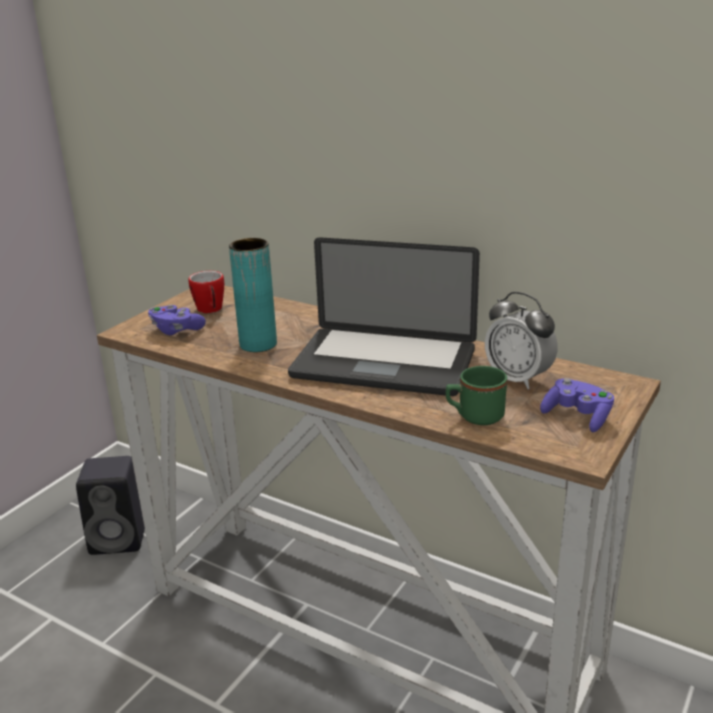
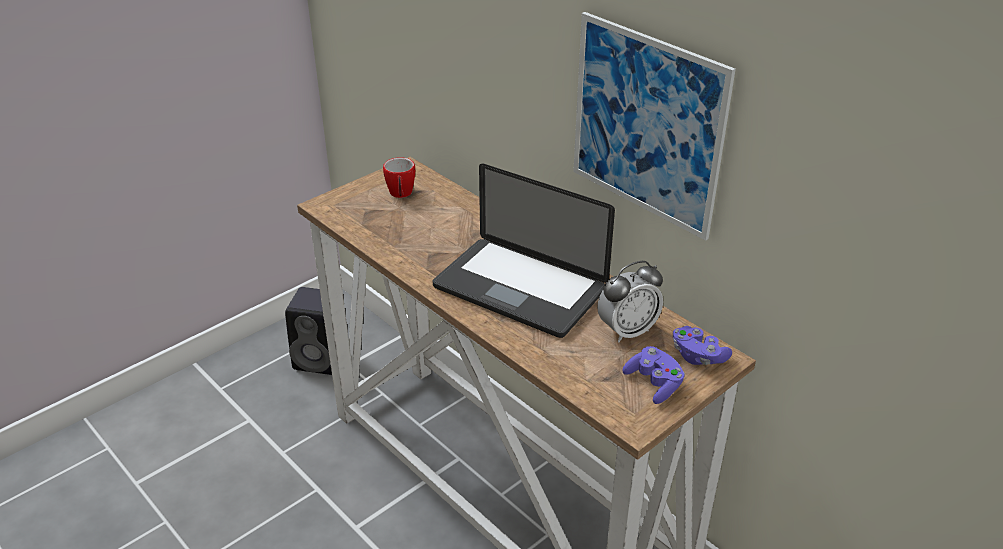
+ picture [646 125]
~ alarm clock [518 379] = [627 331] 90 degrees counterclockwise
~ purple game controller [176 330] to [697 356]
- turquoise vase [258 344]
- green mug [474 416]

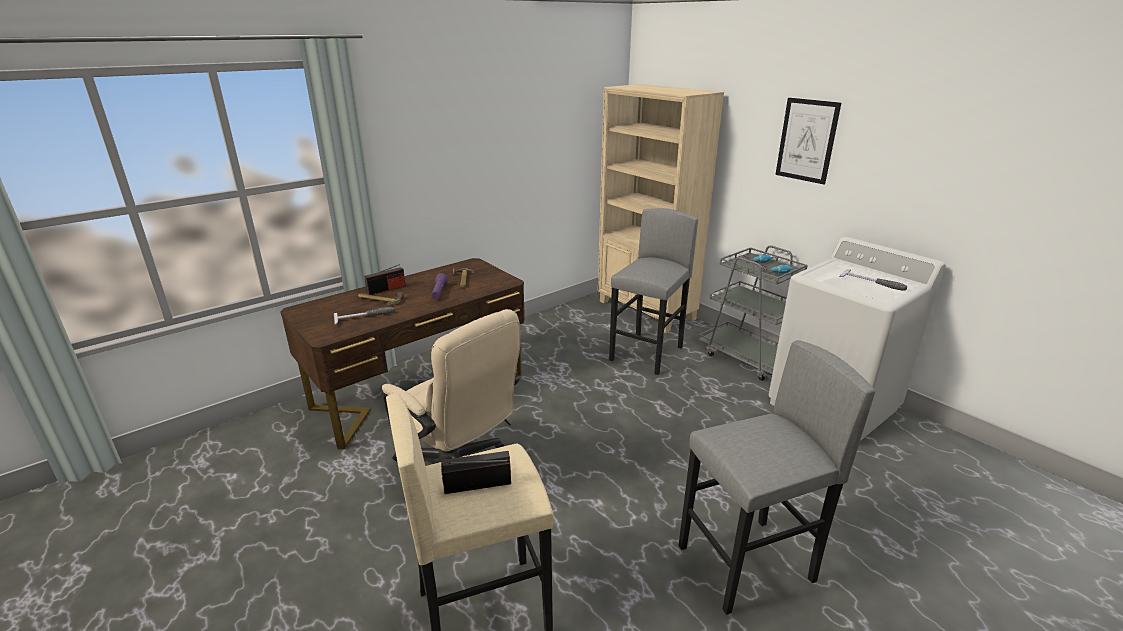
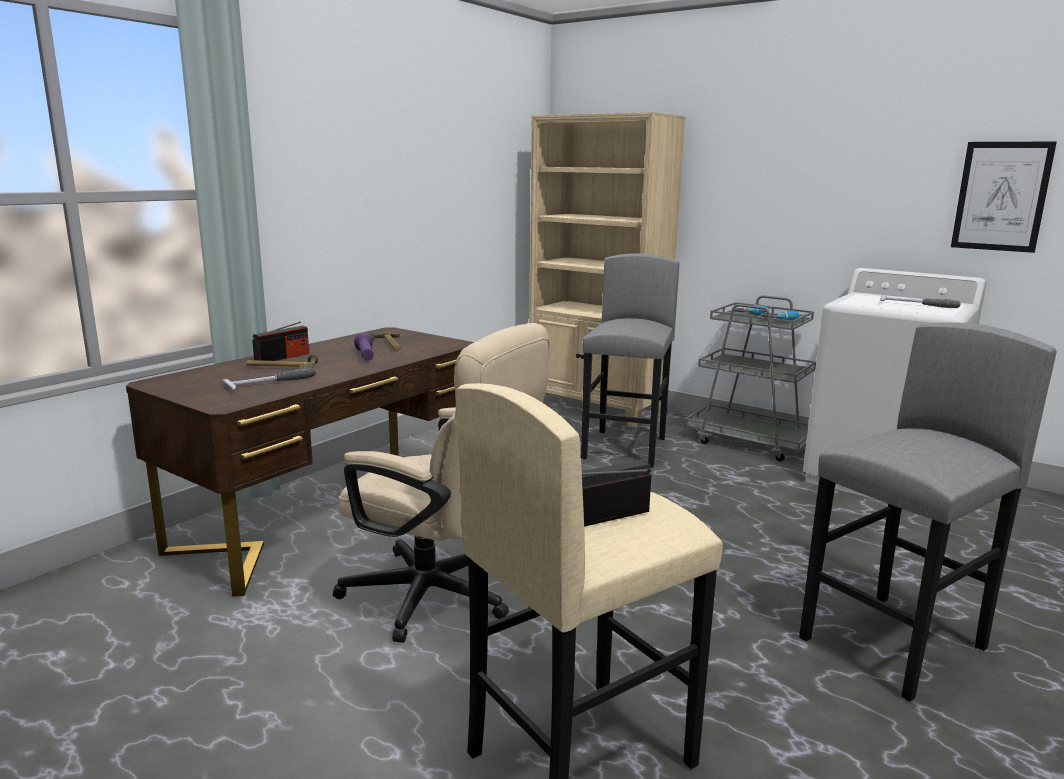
~ picture [806 140] to [1001 196]

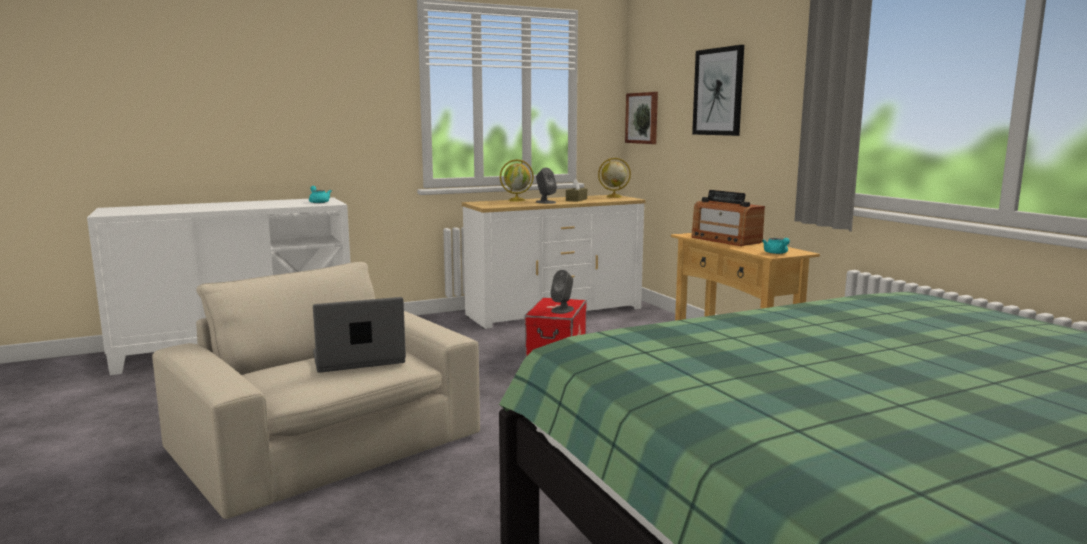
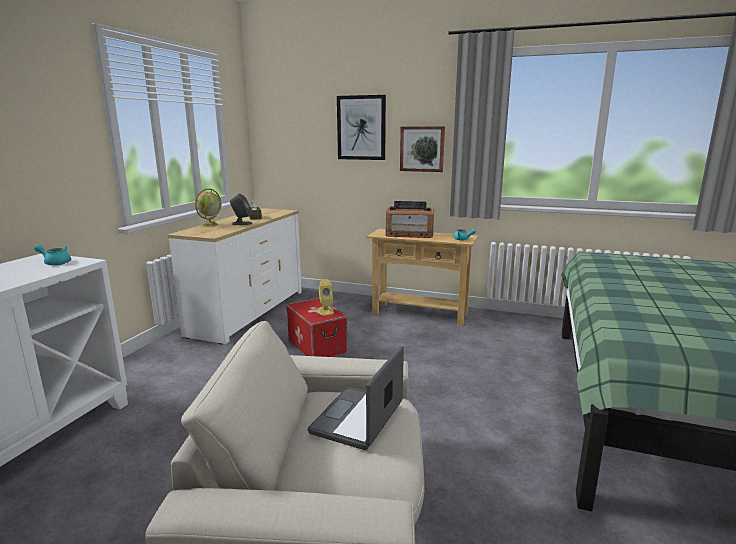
~ grey speaker [562 310] to yellow speaker [325 311]
~ picture [642 118] to [422 149]
- globe [613 197]

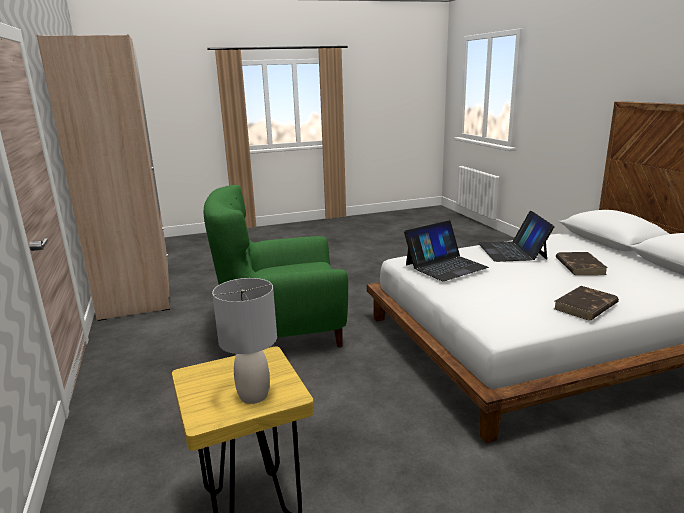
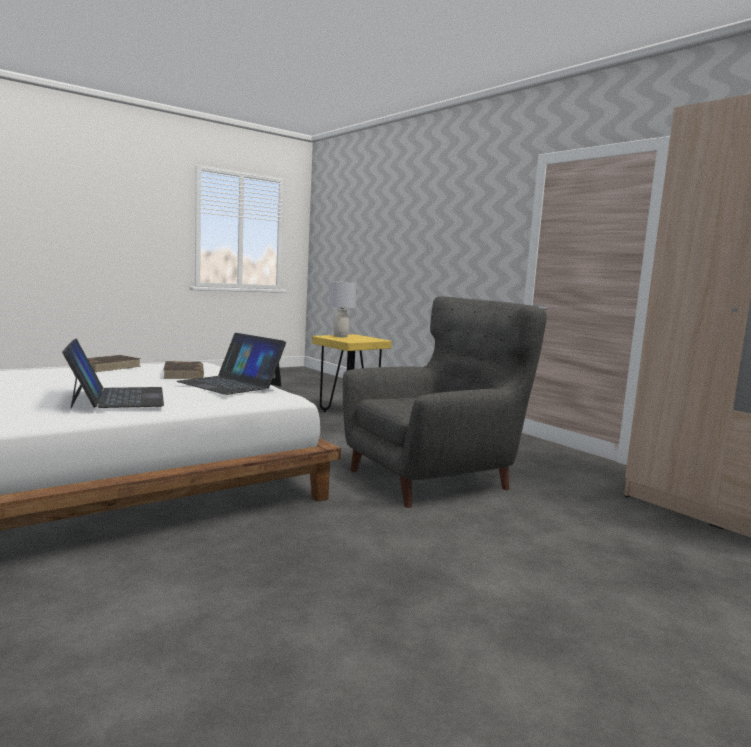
~ brown book [579 266] to [184 373]
~ laptop [445 266] = [230 384] 90 degrees counterclockwise
~ green armchair [282 333] to grey armchair [433 478]

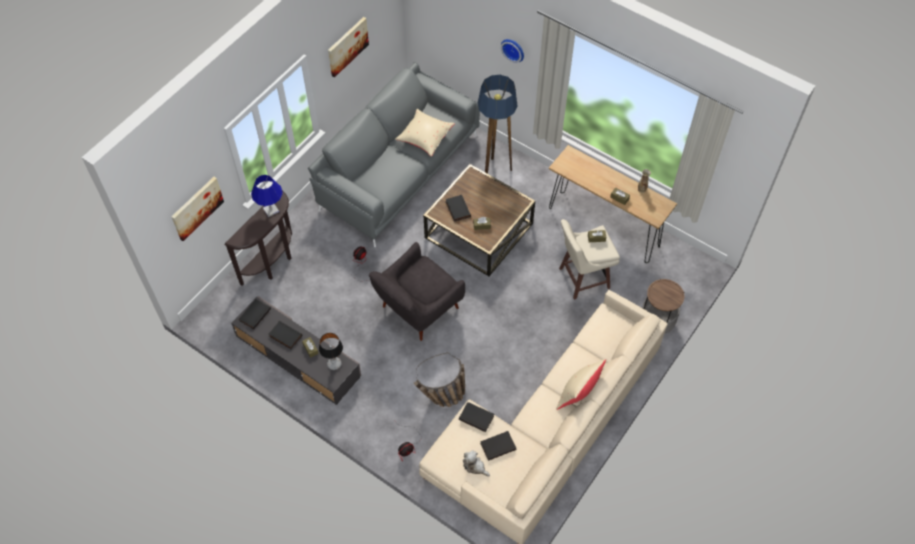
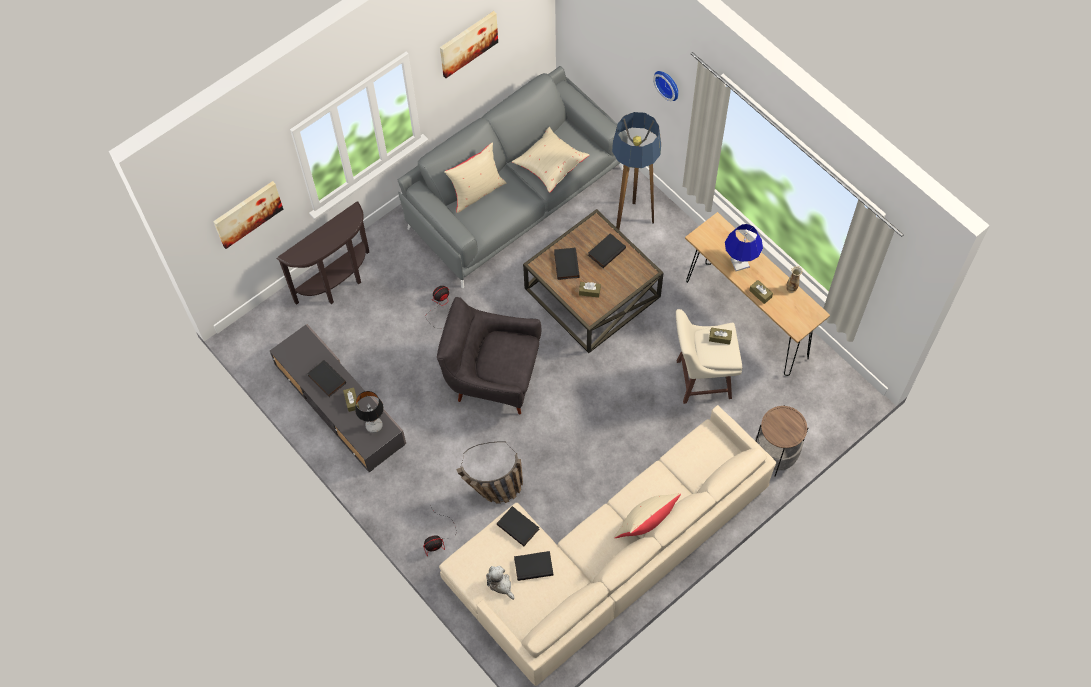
~ grey armchair [417 310] = [492 377] 45 degrees clockwise
+ beige pillow [476 192]
~ black book [254 314] to [606 251]
~ blue table lamp [271 210] to [740 263]

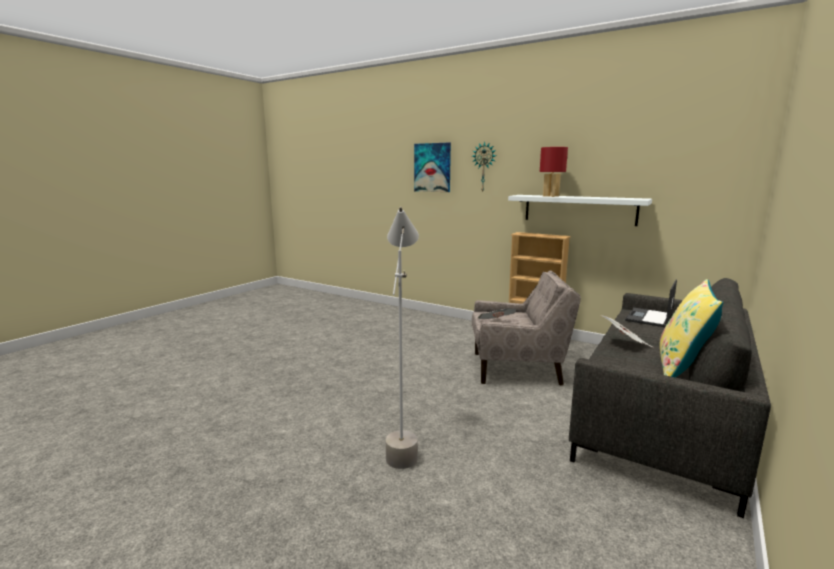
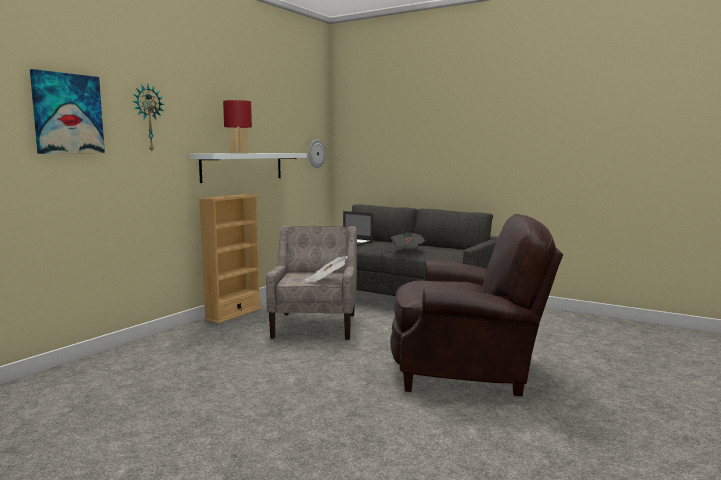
+ wall clock [316 153]
~ grey floor lamp [402 442] to brown armchair [468 370]
- yellow pillow [681 369]

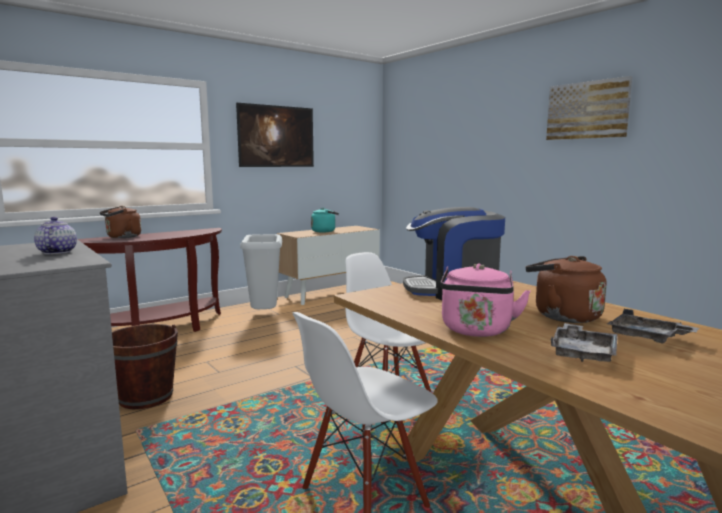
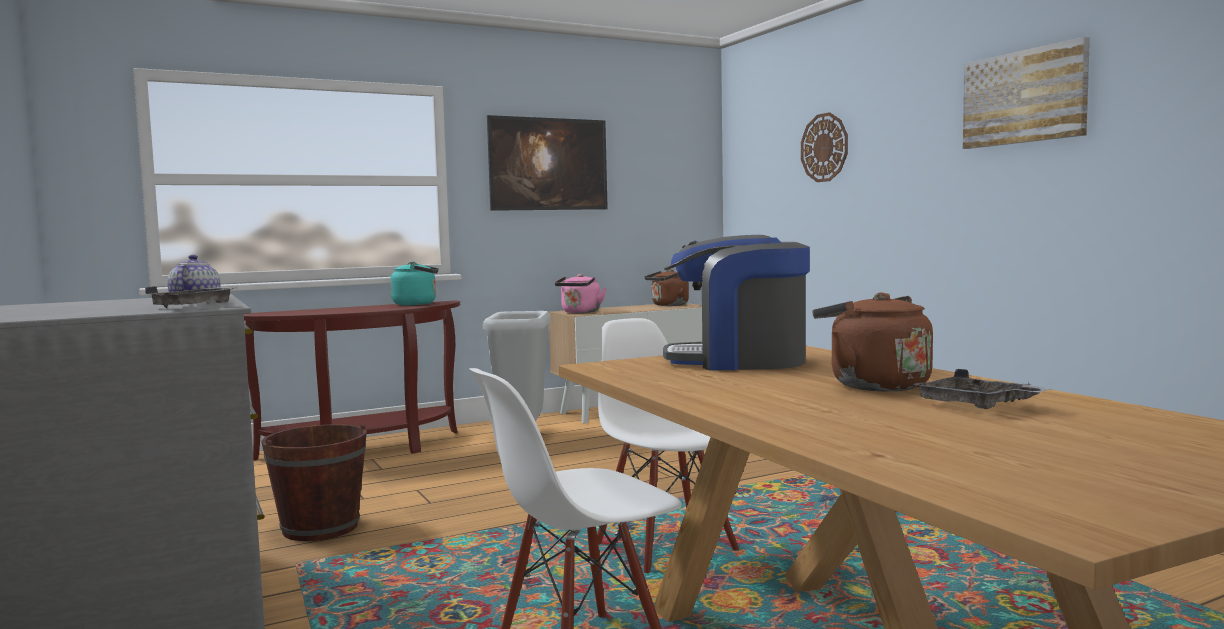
~ grey tray [582 353] to [197 306]
~ turquoise kettle [325 231] to [417 304]
~ pink kettle [476 331] to [580 312]
~ brown kettle [122 237] to [668 305]
+ wall clock [824 147]

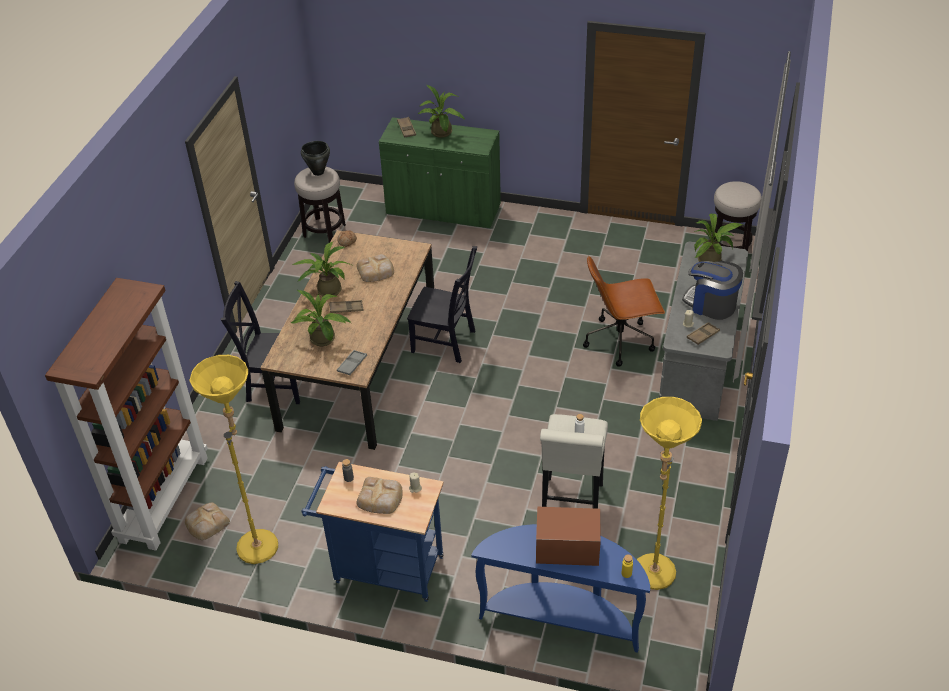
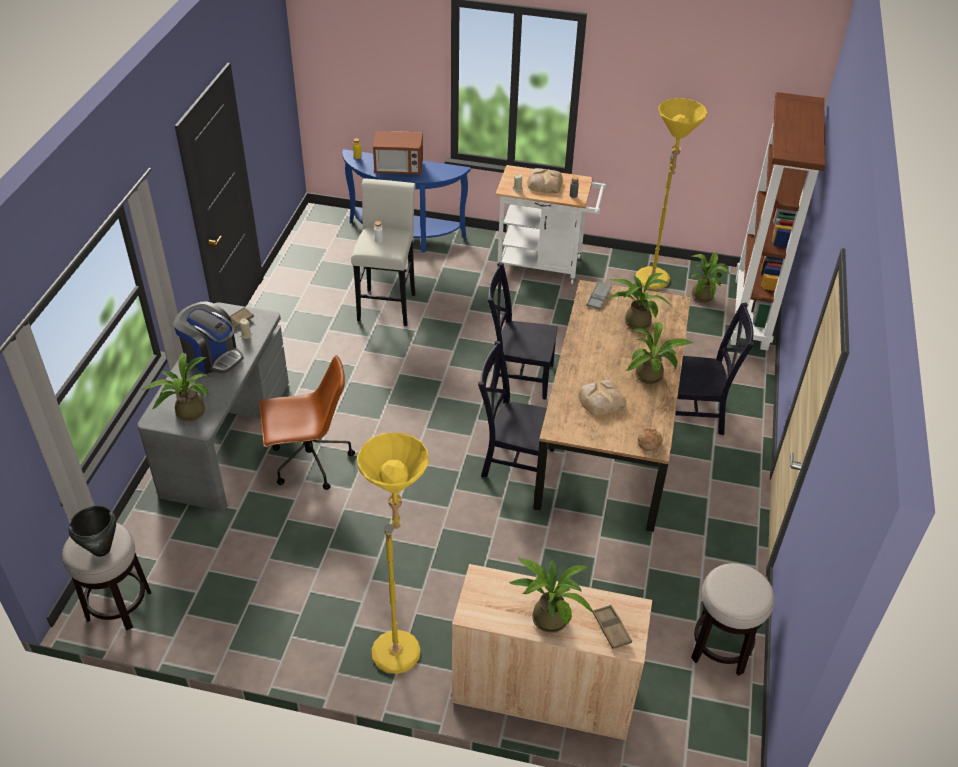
~ black cooking pot [318 172] to [102 549]
~ yellow floor lamp [651 579] to [400 644]
~ green cabinet [443 210] to beige cabinet [543 692]
+ black chair [518 377]
~ blue cart [382 568] to white cart [545 265]
~ bread [206 523] to potted plant [704 295]
- brown tray [346 308]

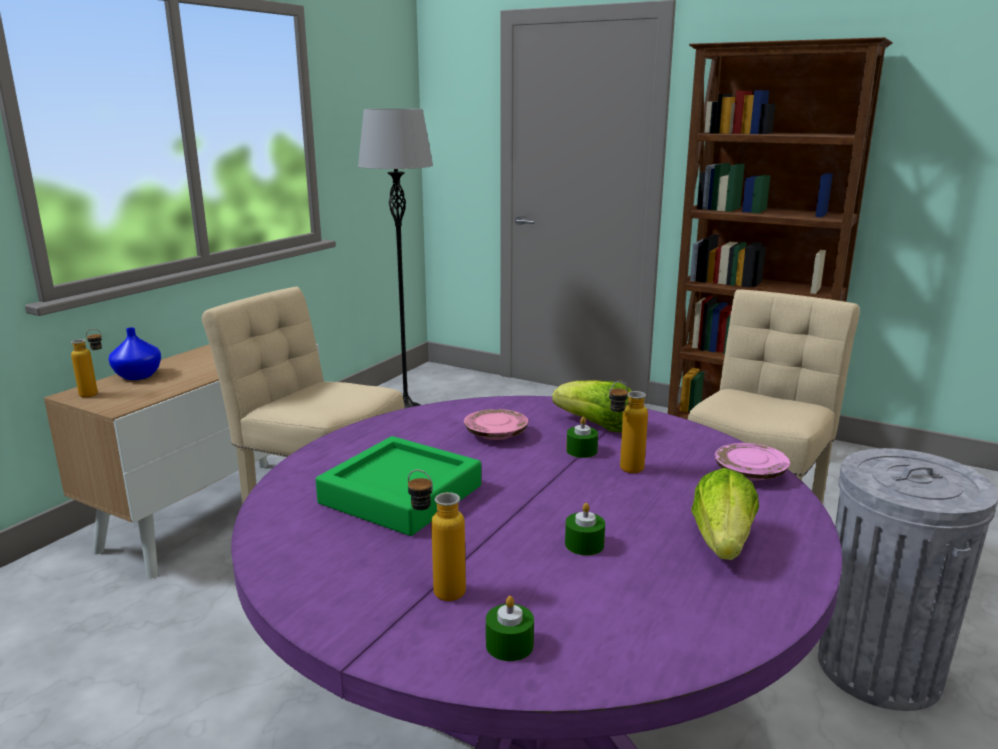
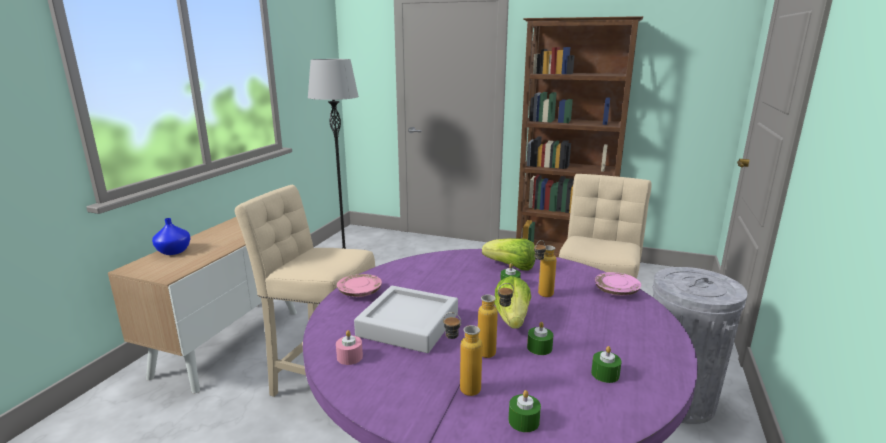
+ pink candle [349 357]
~ pink plate [495 434] to [359 292]
~ green tray [401 494] to grey tray [408 325]
~ bottle [96 394] to [494 352]
~ lettuce [722 542] to [512 319]
+ green candle [605 374]

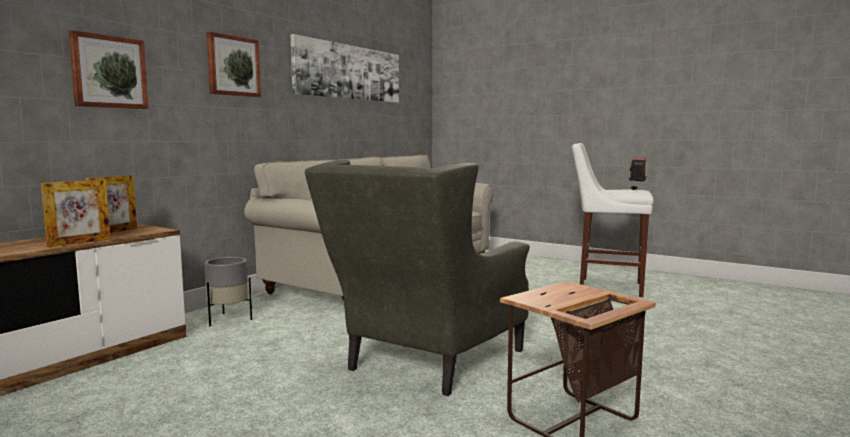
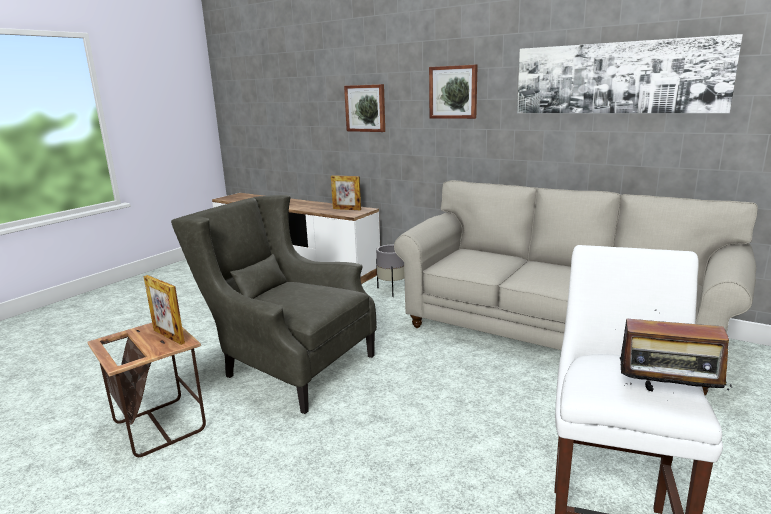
~ picture frame [79 243] to [168 336]

